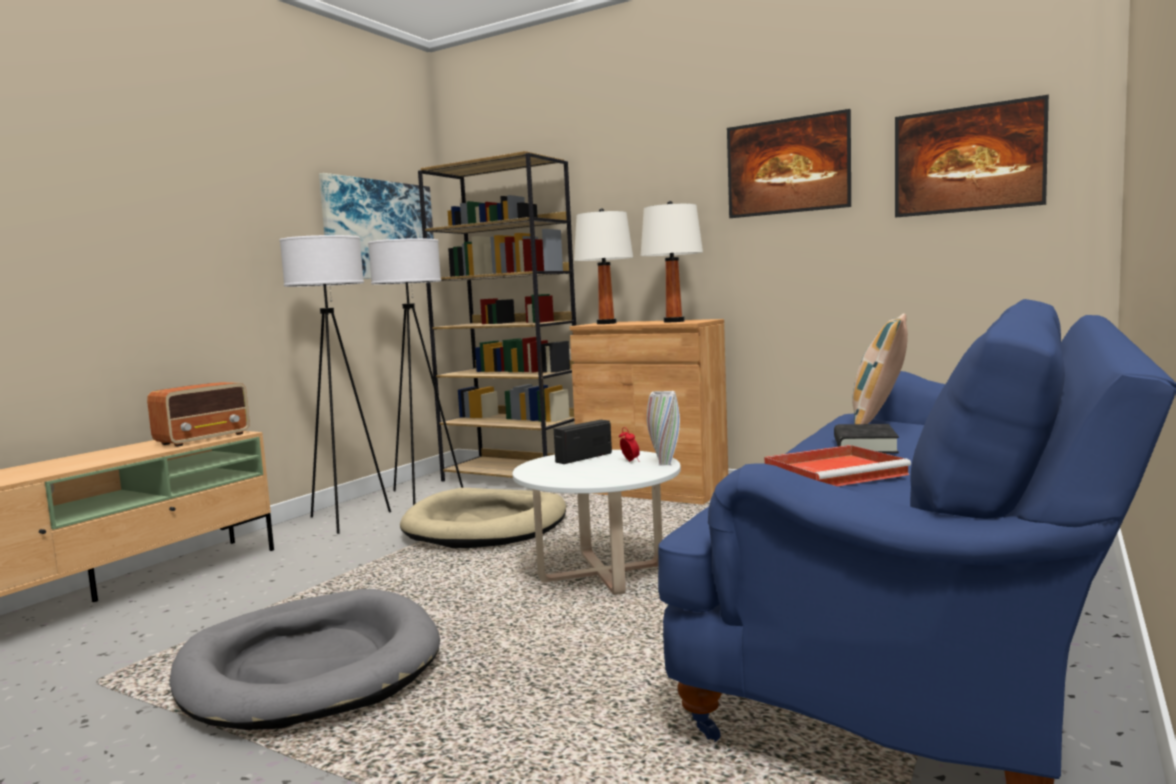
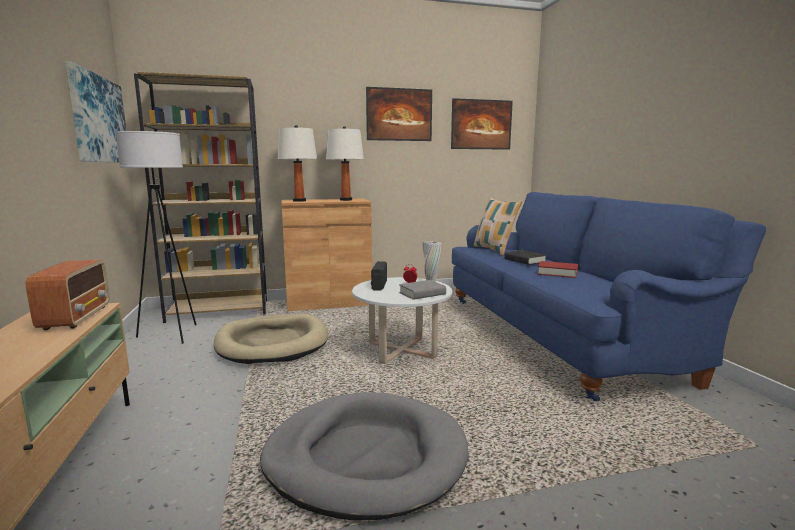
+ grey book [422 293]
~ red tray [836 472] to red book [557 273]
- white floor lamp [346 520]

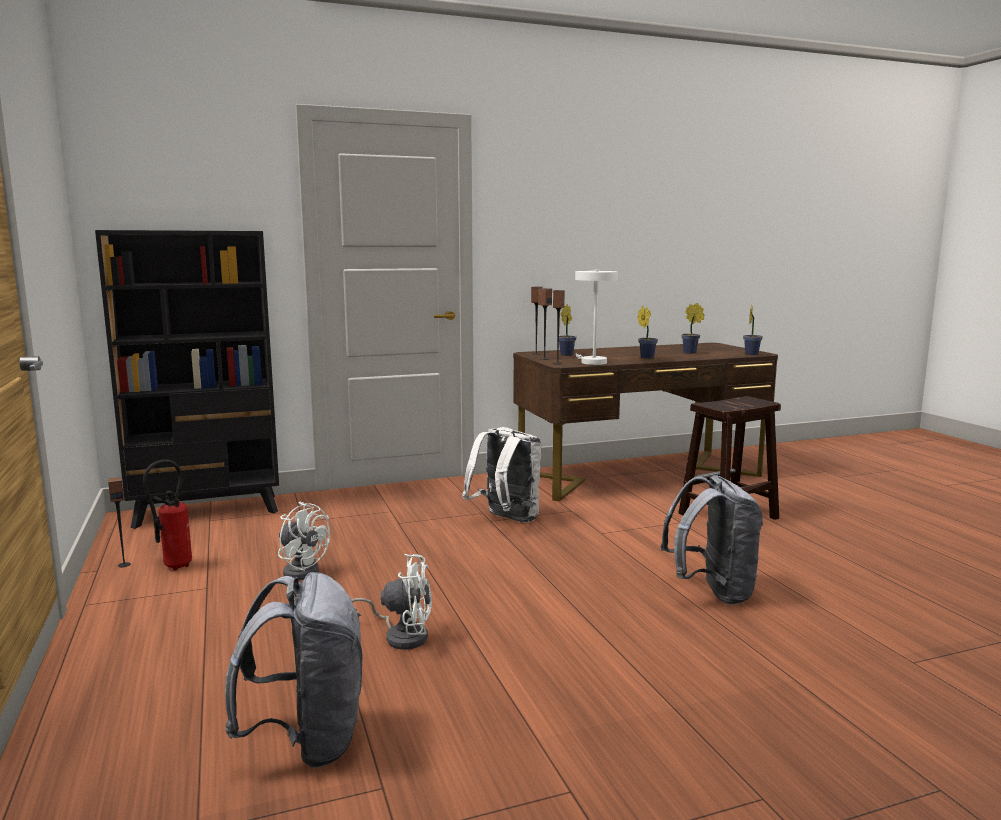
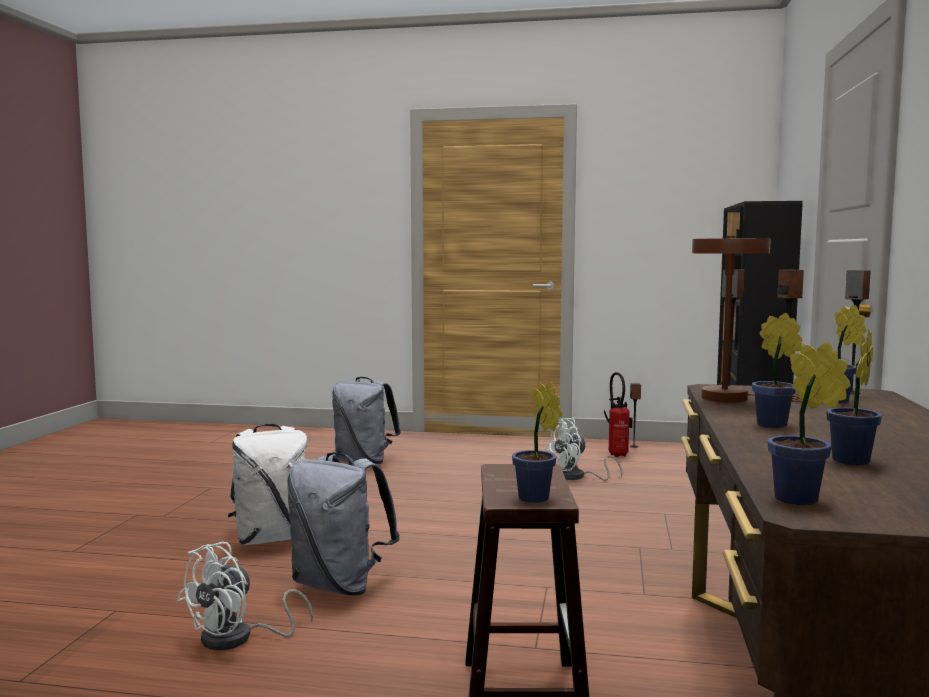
~ white fan [401 635] to [238 639]
~ white backpack [506 520] to [272 538]
+ potted plant [536 499]
~ white table lamp [591 362] to brown table lamp [733 398]

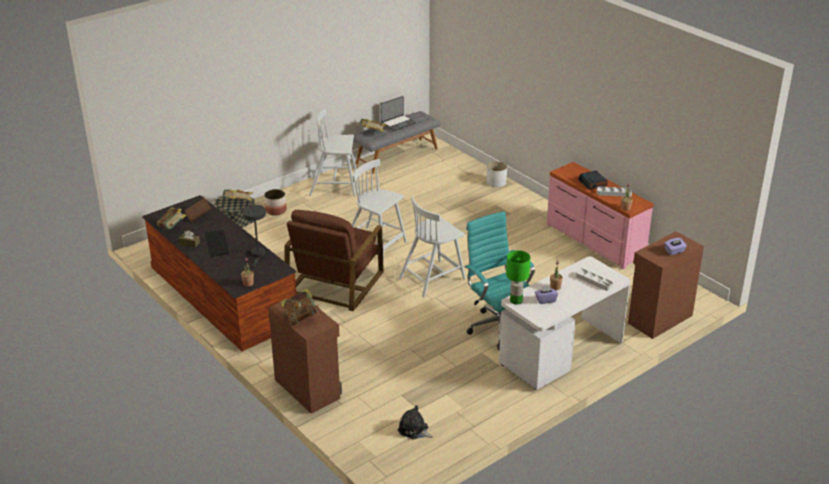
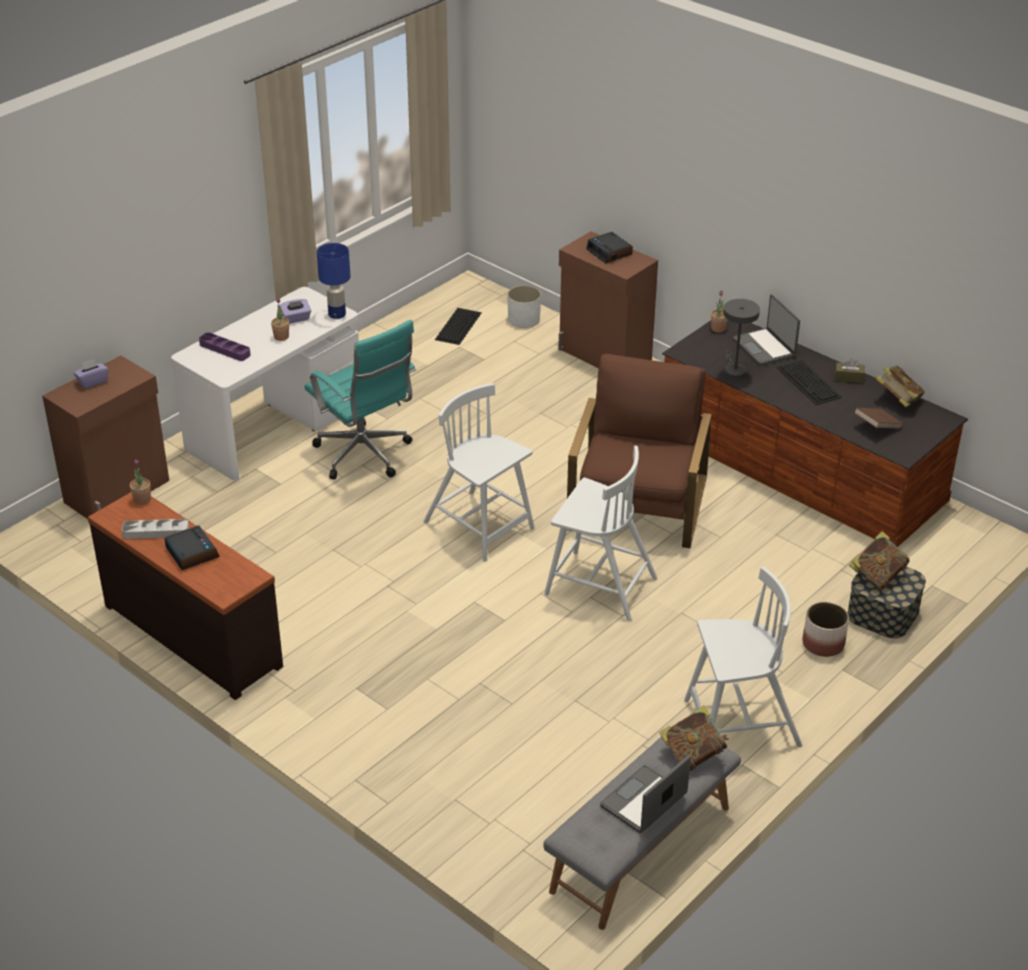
~ pink dresser [594 241] to brown dresser [194 634]
~ grey tray [593 281] to purple tray [225 349]
~ green table lamp [516 300] to blue table lamp [337 314]
~ white chair [433 278] = [480 527] 90 degrees counterclockwise
~ plush toy [414 430] to keyboard [458 326]
~ white planter [496 182] to [523 320]
~ book [301 317] to alarm clock [610 252]
+ laptop [765 347]

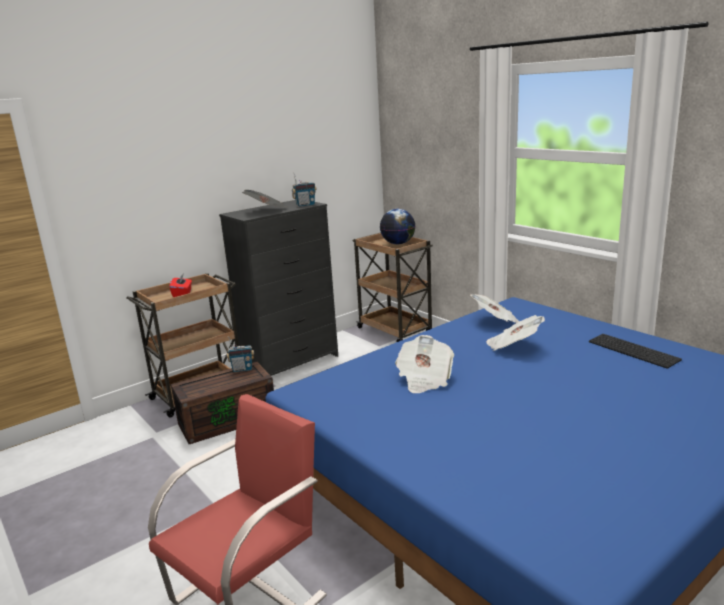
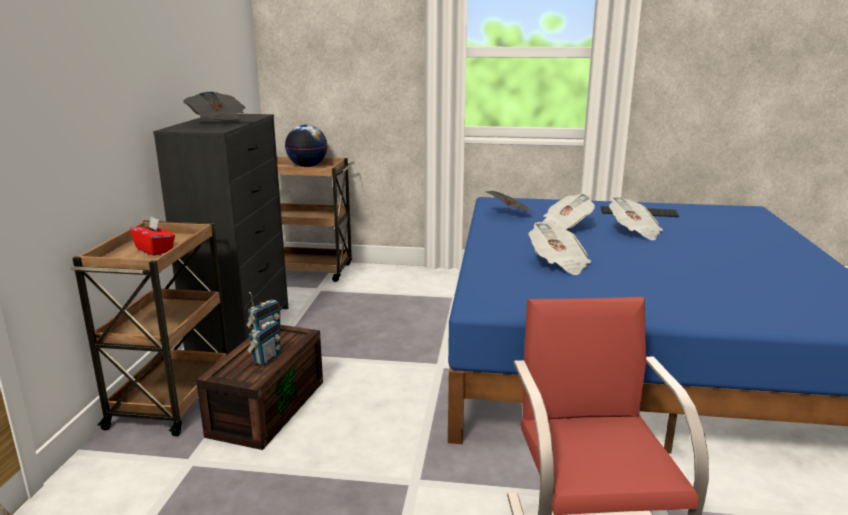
~ radio [305 205] to [266 358]
+ newspaper [634 232]

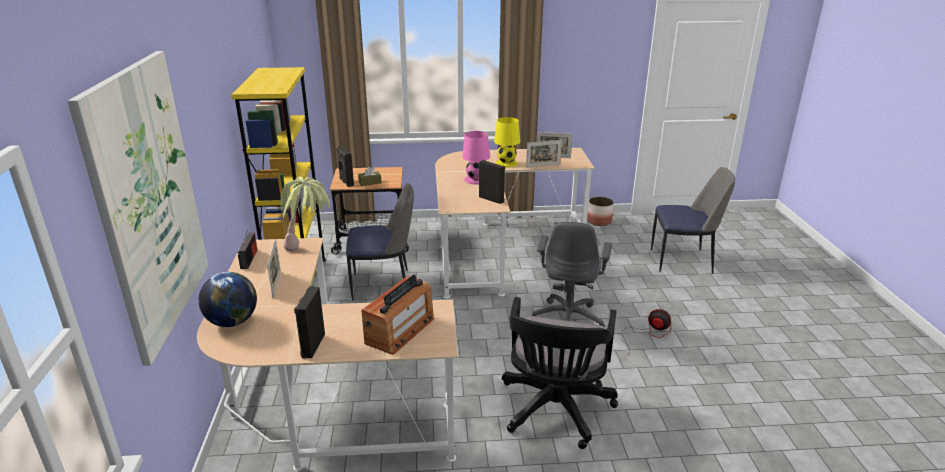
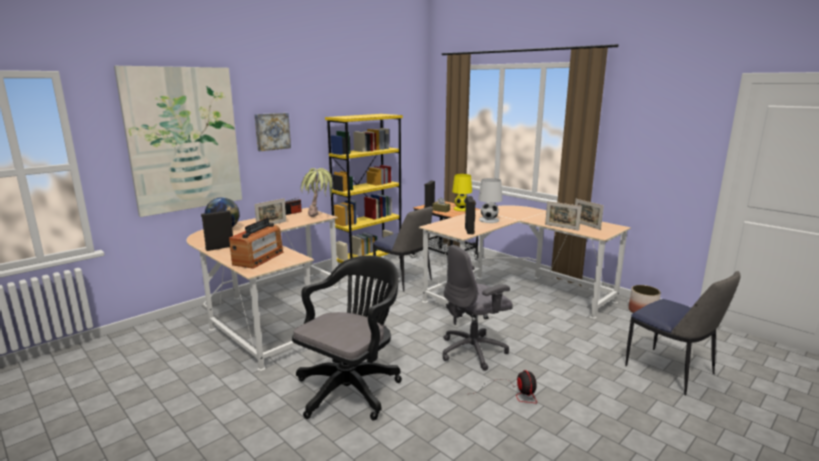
~ radio [400 330] = [258 258] 60 degrees counterclockwise
+ picture [272 131]
~ black office chair [554 411] = [351 387] 150 degrees clockwise
~ yellow table lamp [506 163] to [461 209]
~ pink table lamp [476 179] to white table lamp [489 220]

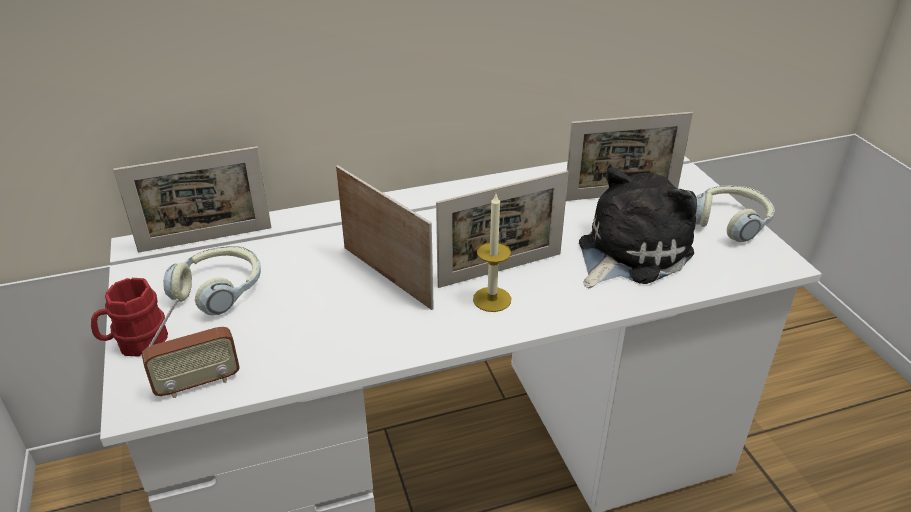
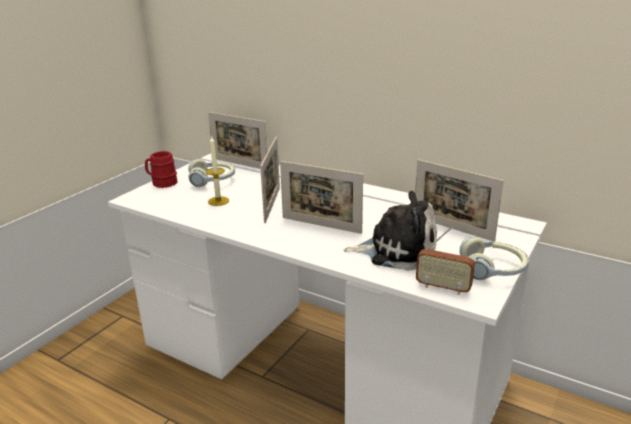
~ candle [492 299] to [218 201]
~ radio [198 383] to [443 287]

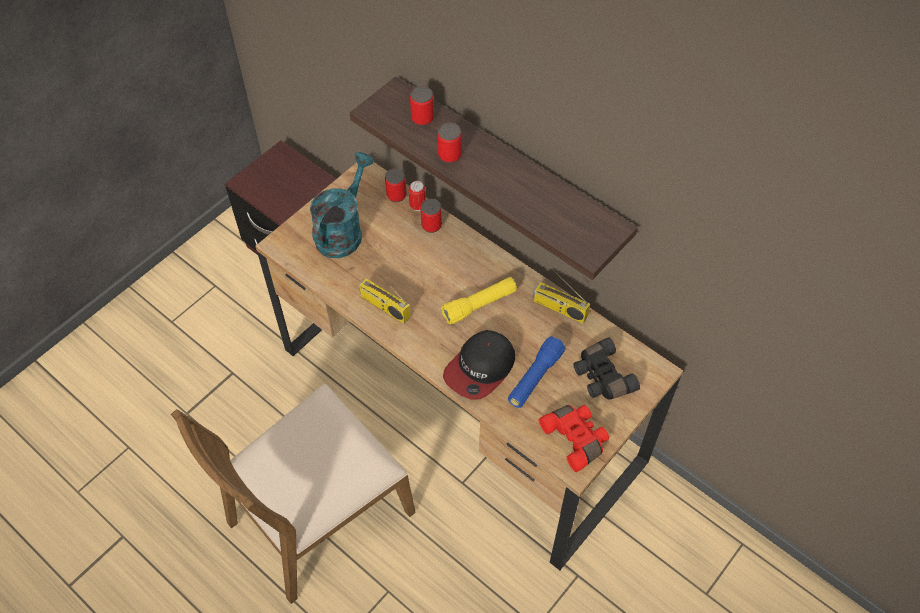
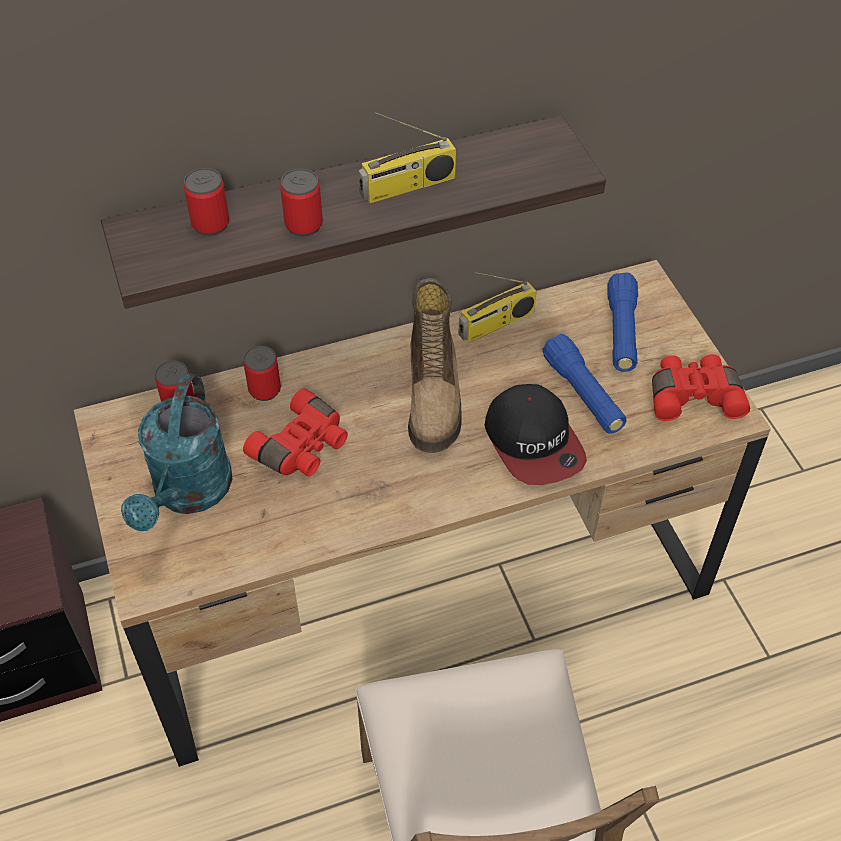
~ turquoise watering can [343 231] = [188 494] 135 degrees counterclockwise
+ red binoculars [303 447]
~ radio [384 306] to [407 187]
~ yellow flashlight [479 305] to boot [434 398]
~ black binoculars [601 377] to blue flashlight [621 332]
- can [417 206]

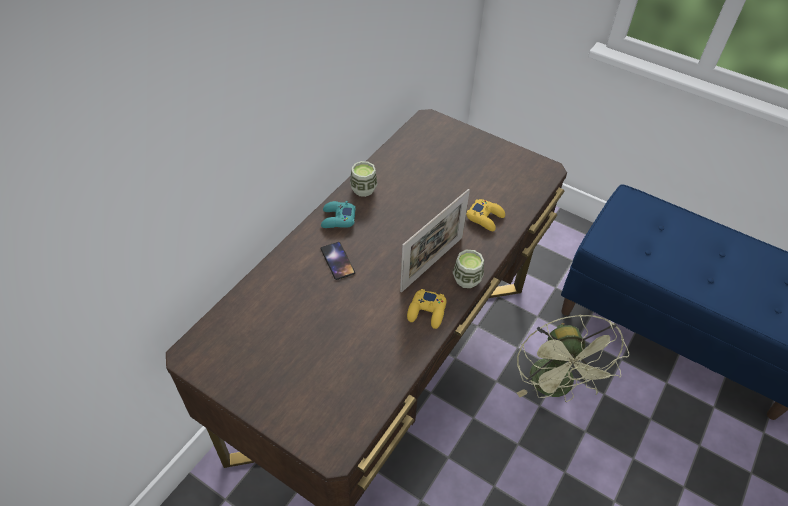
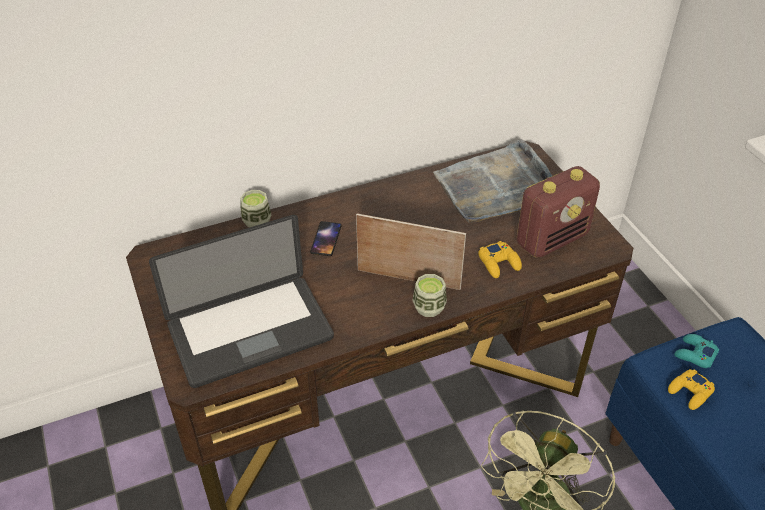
+ laptop [250 332]
~ cup [363 189] to [257 221]
~ picture frame [432 263] = [408 279] 150 degrees counterclockwise
+ grey tray [497 187]
+ radio [552 239]
~ yellow game controller [427 312] to [690 392]
~ turquoise game controller [337 219] to [694 354]

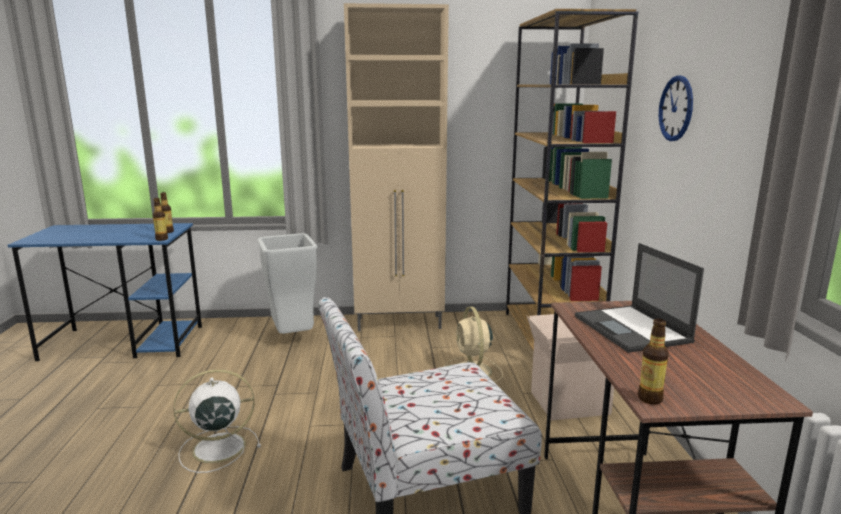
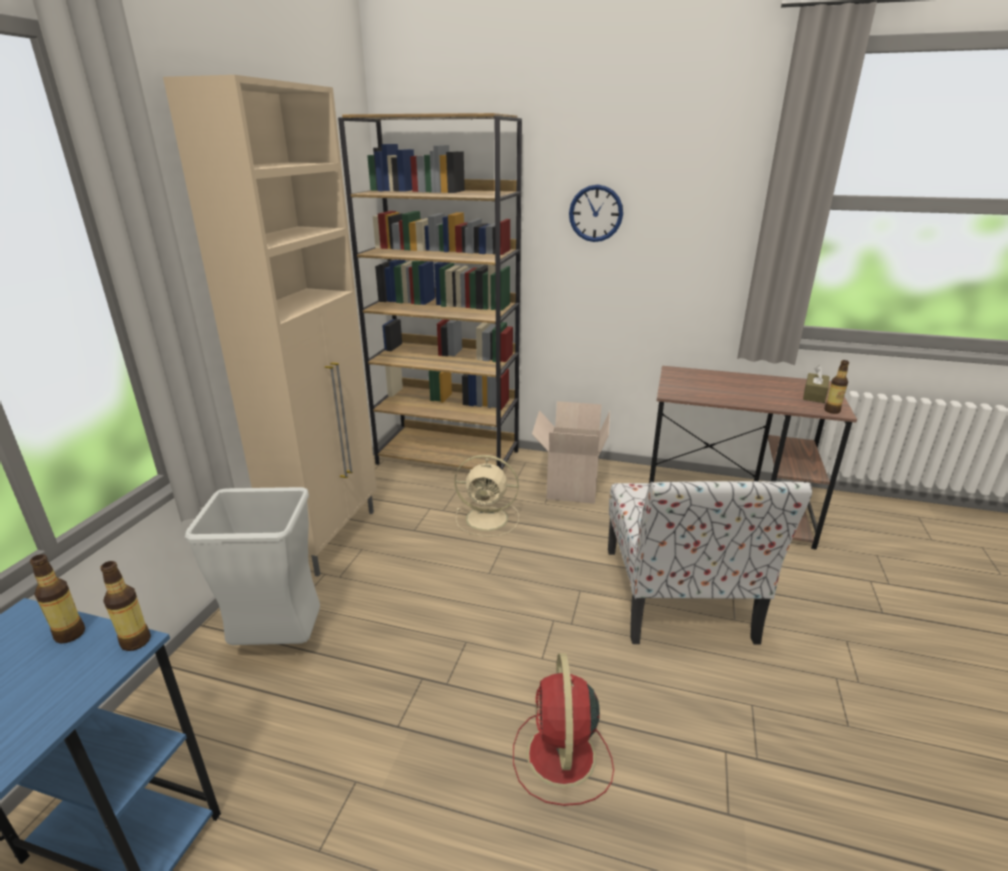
~ white fan [216 448] to red fan [561 758]
+ brown tissue box [814 395]
- laptop [632 329]

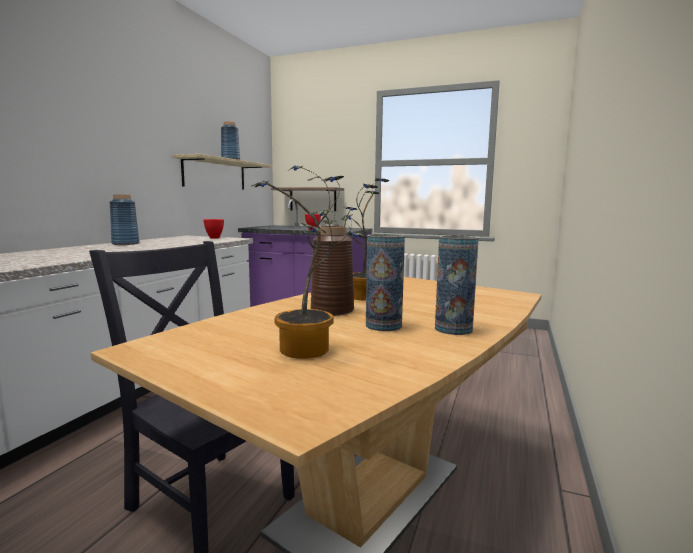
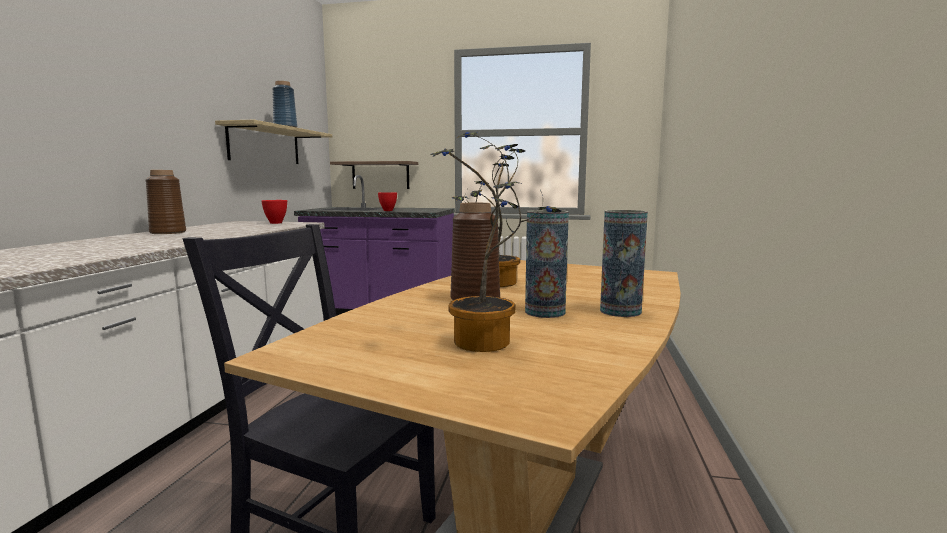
~ blue vase [126 244] to brown vase [168 232]

